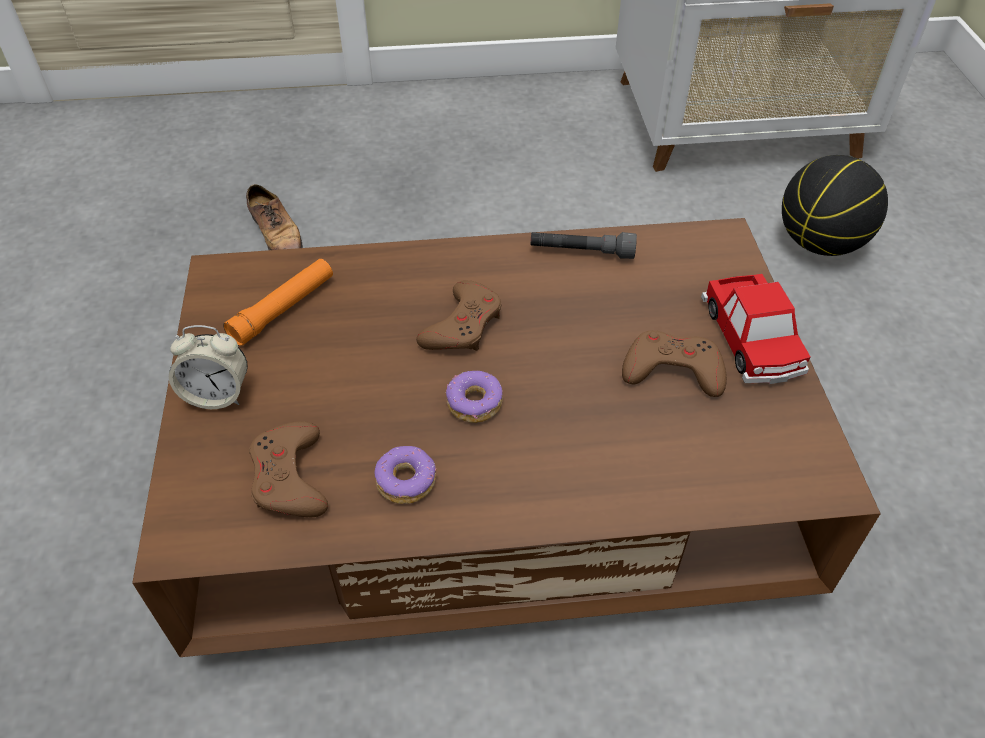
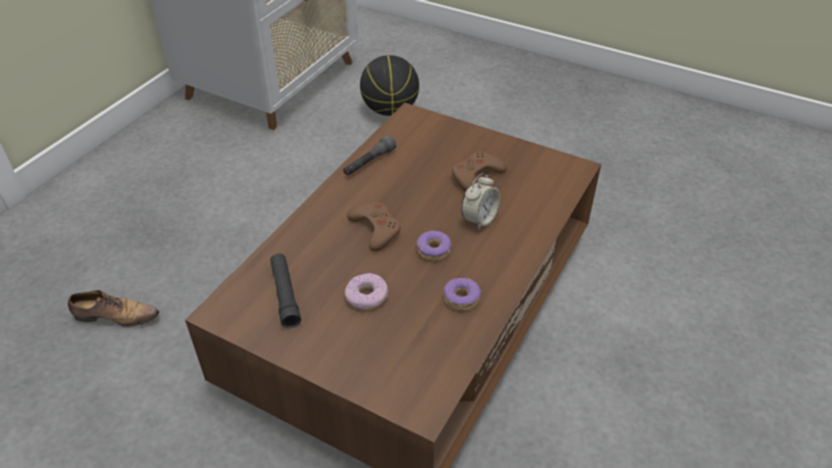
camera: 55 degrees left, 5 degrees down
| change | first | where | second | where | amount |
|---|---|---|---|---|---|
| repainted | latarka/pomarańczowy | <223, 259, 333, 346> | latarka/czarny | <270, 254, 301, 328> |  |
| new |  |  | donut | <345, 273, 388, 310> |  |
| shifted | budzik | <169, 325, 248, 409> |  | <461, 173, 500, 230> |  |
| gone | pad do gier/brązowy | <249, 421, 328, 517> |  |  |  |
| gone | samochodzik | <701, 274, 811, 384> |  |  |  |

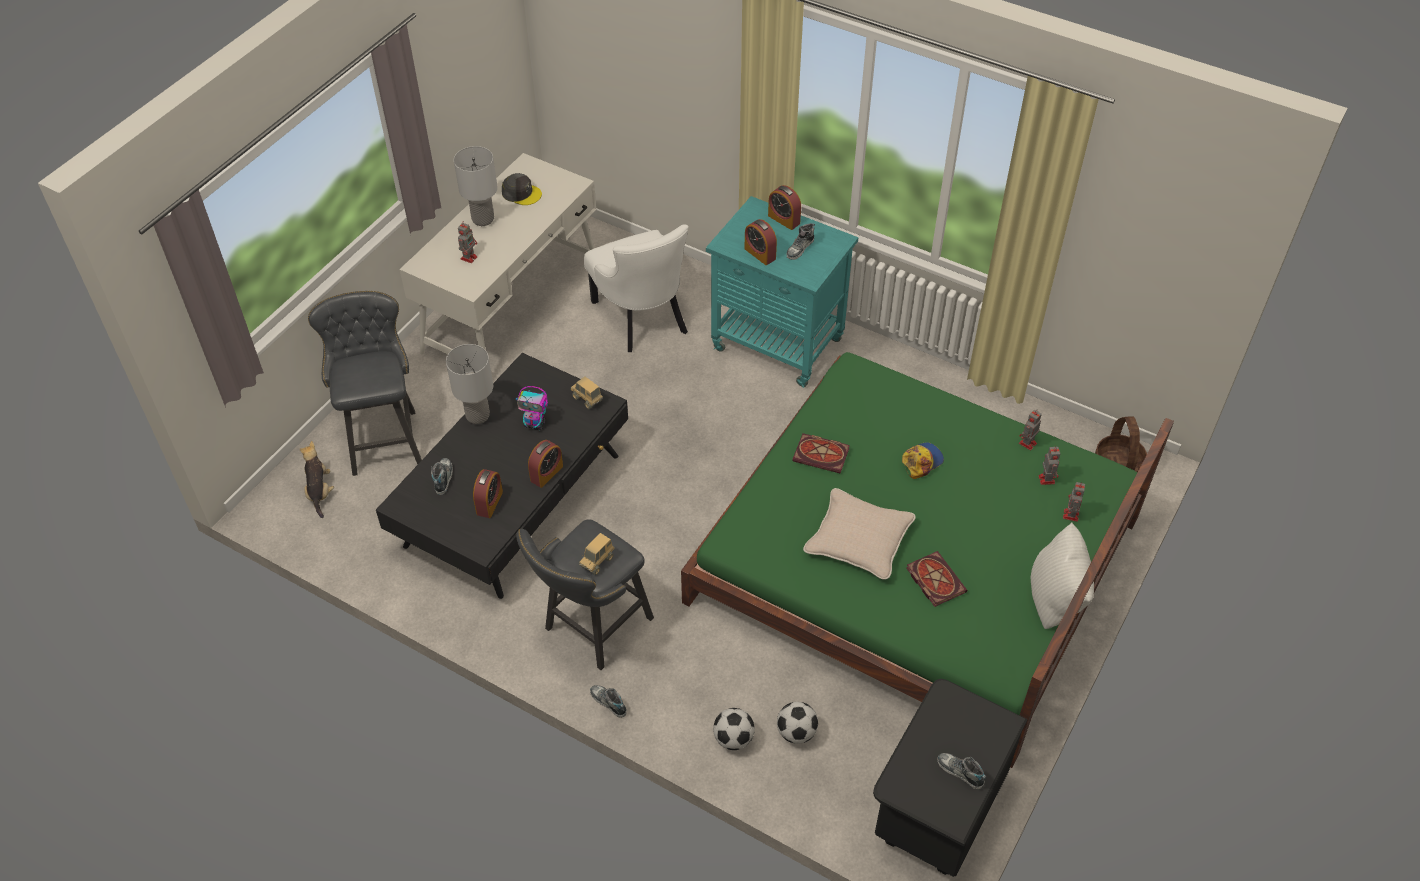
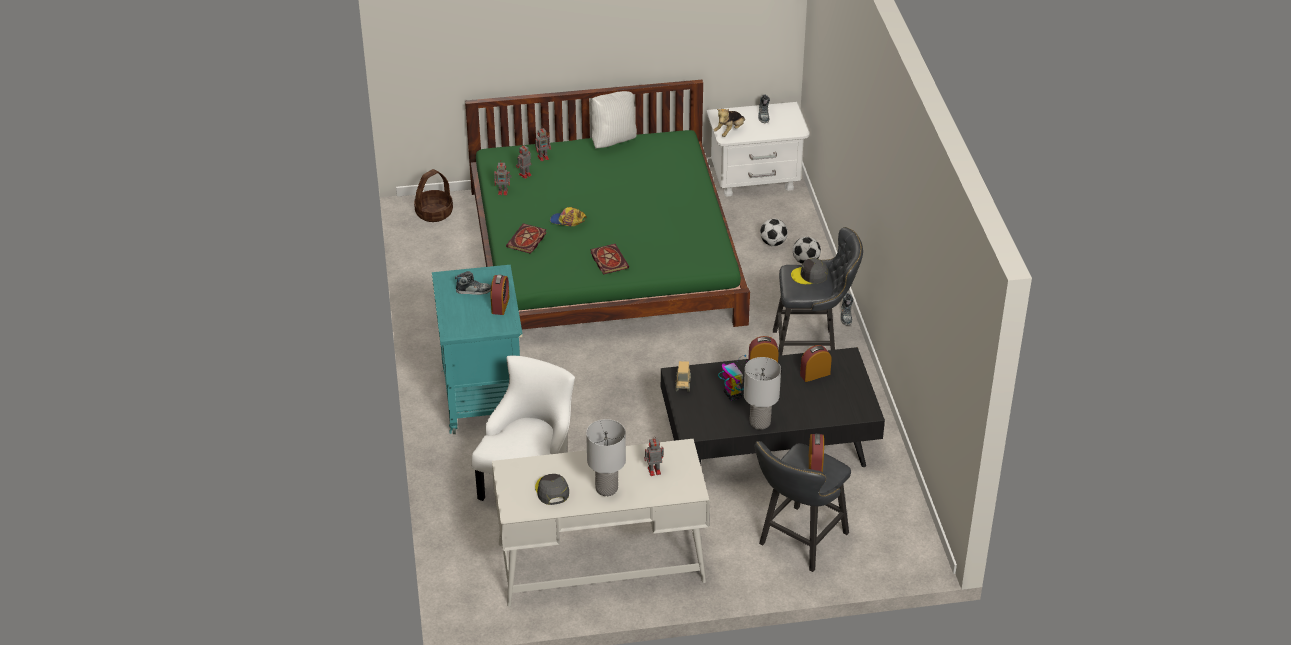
camera: 130 degrees left, 10 degrees down
| change | first | where | second | where | amount |
|---|---|---|---|---|---|
| shifted | książka | <906, 551, 967, 607> |  | <506, 223, 547, 254> |  |
| repainted | szafka nocna/czarny | <873, 679, 1028, 877> | szafka nocna/biały | <707, 102, 809, 197> |  |
| shifted | pluszak | <300, 441, 334, 518> |  | <714, 109, 745, 137> |  |
| swapped | ciężarówka zabawkowa | <579, 533, 615, 575> | czapka z daszkiem/szary | <791, 258, 827, 284> |  |
| shifted | budzik | <768, 185, 801, 230> |  | <809, 434, 824, 472> |  |
| gone | but | <431, 458, 453, 495> |  |  |  |
| gone | poduszka/beżowy | <803, 488, 916, 579> |  |  |  |

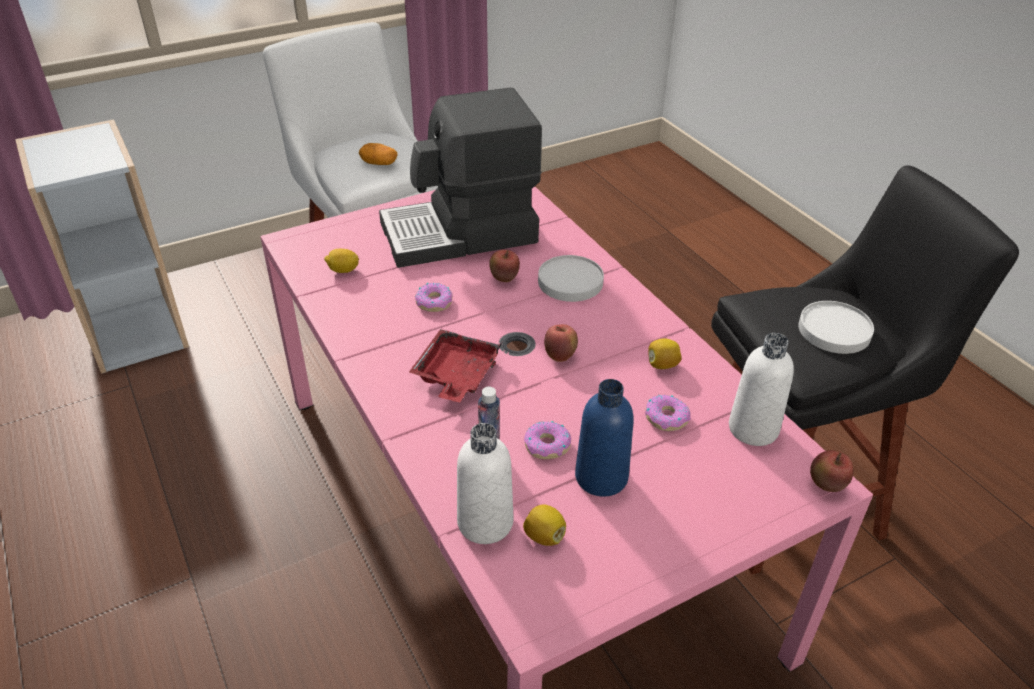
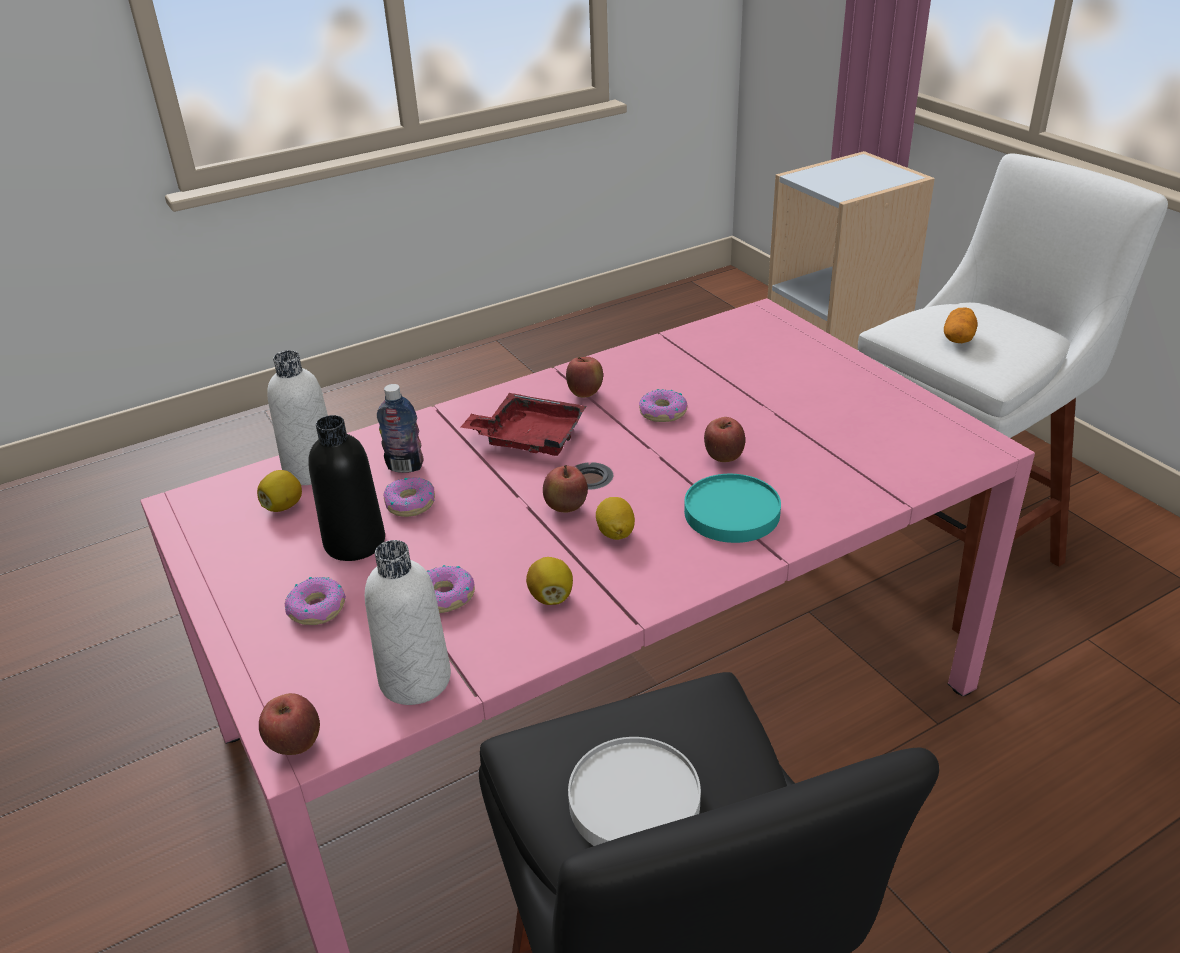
camera: 90 degrees right, 5 degrees down
| change | first | where | second | where | amount |
|---|---|---|---|---|---|
| new |  |  | donut | <285, 577, 346, 625> |  |
| repainted | butelka/niebieski | <575, 379, 634, 497> | butelka/czarny | <308, 415, 385, 561> |  |
| new |  |  | jabłko | <566, 357, 603, 398> |  |
| shifted | cytryna | <324, 249, 359, 273> |  | <596, 497, 635, 540> |  |
| repainted | talerz/biały | <538, 255, 604, 302> | talerz/turkusowy | <684, 474, 781, 543> |  |
| gone | ekspres do kawy | <379, 87, 542, 268> |  |  |  |

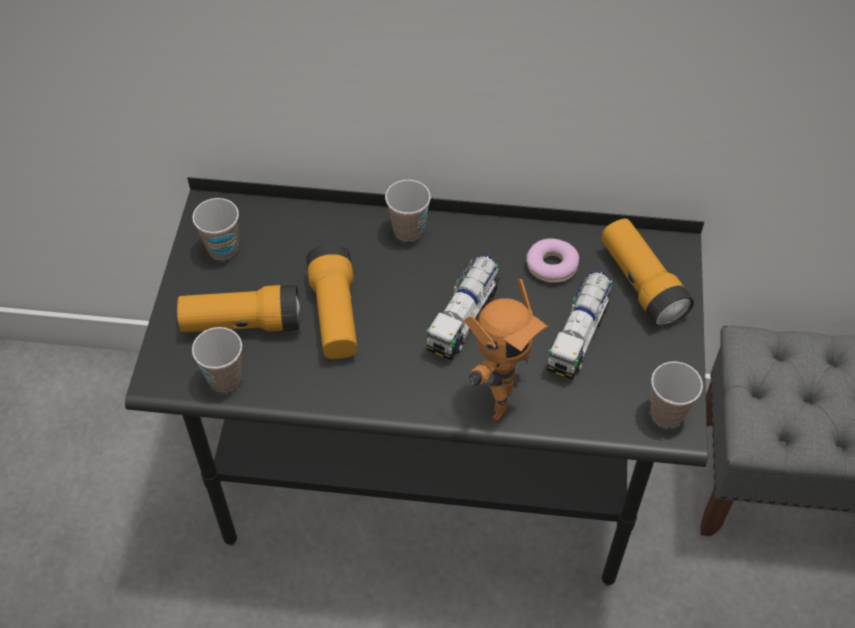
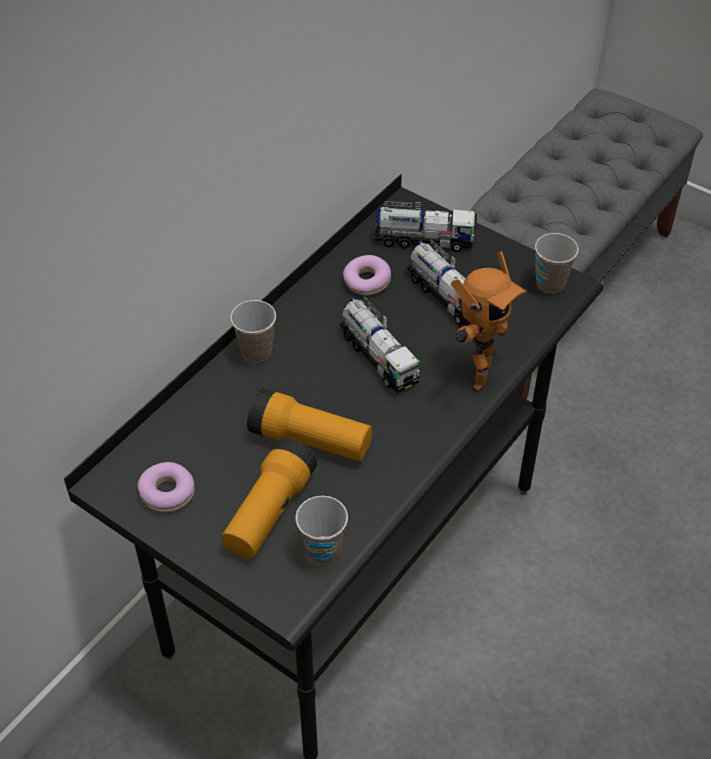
camera: 60 degrees left, 5 degrees down
| change | first | where | second | where | amount |
|---|---|---|---|---|---|
| swapped | filiżanka | <192, 198, 239, 260> | donut | <137, 462, 195, 512> |  |
| swapped | latarka | <601, 218, 694, 328> | ciężarówka zabawkowa | <374, 201, 477, 252> |  |
| rotated | robot zabawkowy | <464, 279, 548, 423> |  | <451, 251, 527, 393> | 60 degrees clockwise |

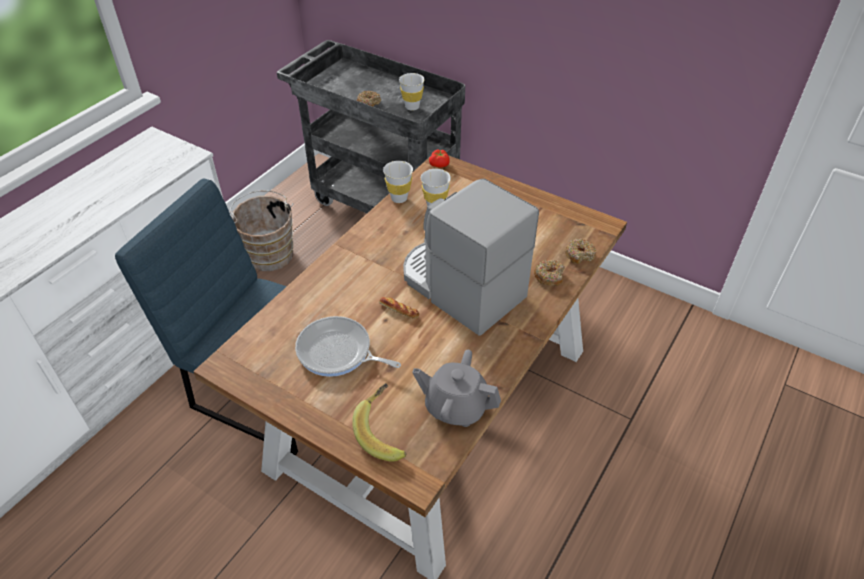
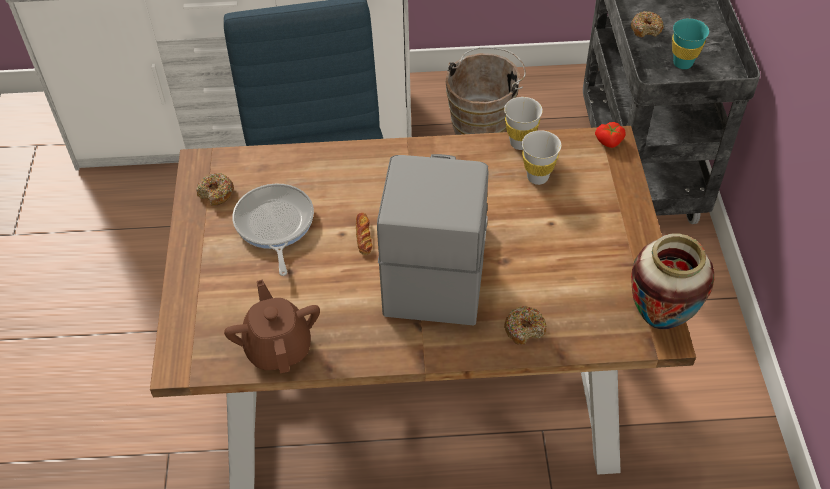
camera: 55 degrees right, 5 degrees up
| change | first | where | second | where | amount |
|---|---|---|---|---|---|
| shifted | donut | <565, 238, 596, 264> |  | <196, 173, 234, 206> |  |
| repainted | imbryk/szary | <412, 350, 501, 427> | imbryk/brązowy | <224, 279, 320, 373> |  |
| new |  |  | wazon | <631, 234, 714, 330> |  |
| repainted | filiżanka/biały | <399, 73, 425, 111> | filiżanka/turkusowy | <672, 19, 709, 69> |  |
| gone | banan | <352, 383, 407, 462> |  |  |  |

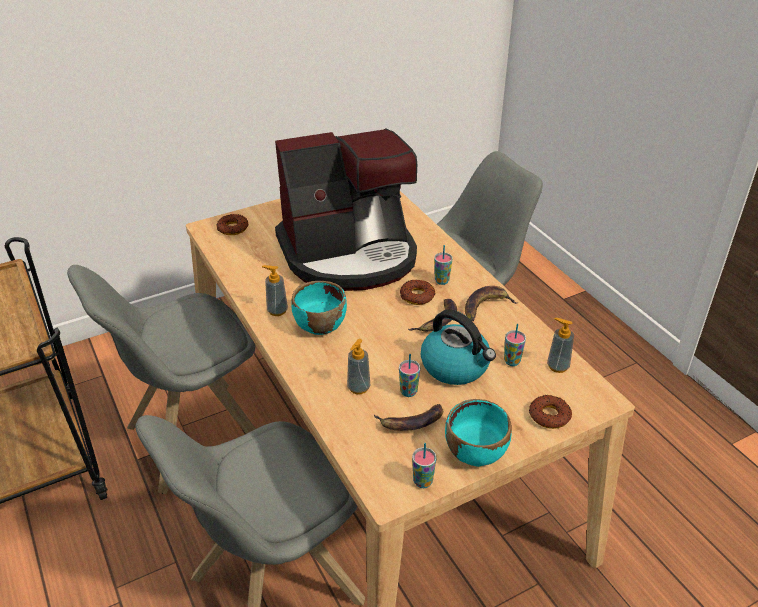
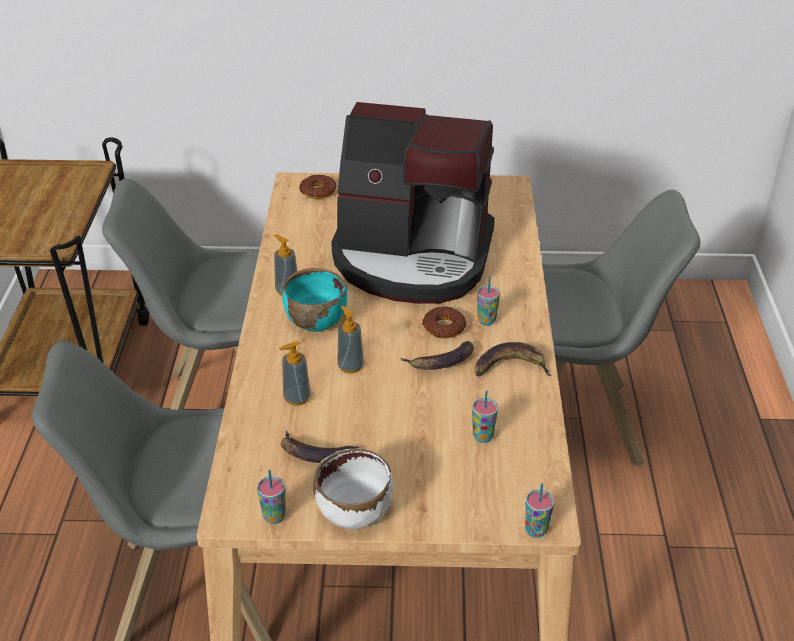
camera: 30 degrees right, 0 degrees up
| change | first | where | second | where | amount |
|---|---|---|---|---|---|
| repainted | miska/turkusowy | <445, 399, 512, 467> | miska/biały | <313, 448, 393, 530> |  |
| shifted | dozownik mydła | <547, 318, 574, 373> |  | <337, 306, 364, 374> |  |
| shifted | filiżanka | <399, 354, 420, 397> |  | <525, 483, 554, 538> |  |
| gone | czajnik | <421, 309, 496, 385> |  |  |  |
| gone | donut | <529, 395, 572, 429> |  |  |  |

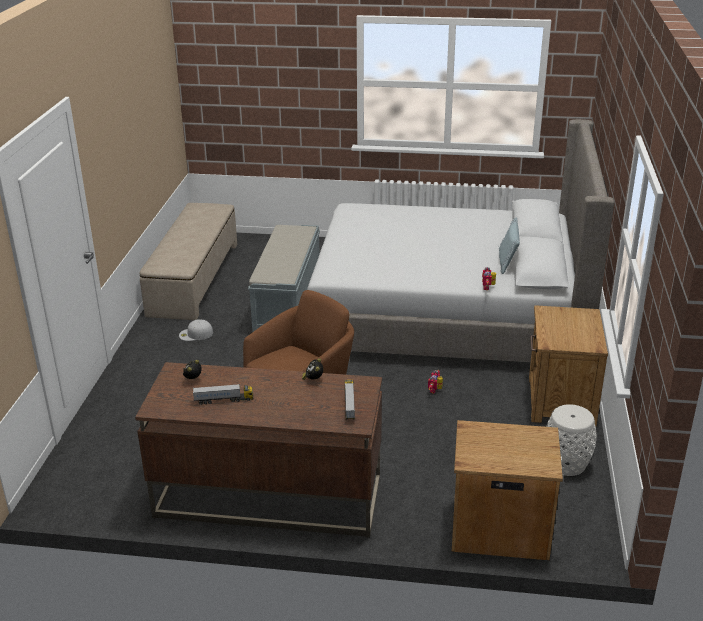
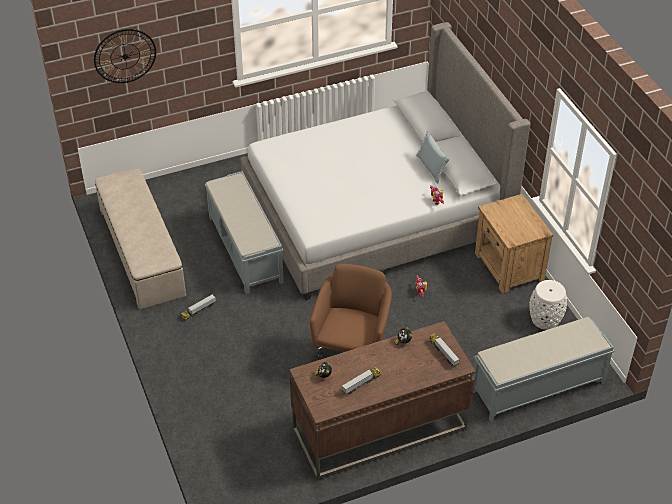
camera: 30 degrees left, 15 degrees up
| change | first | where | second | where | amount |
|---|---|---|---|---|---|
| new |  |  | zegar ścienny | <94, 29, 156, 83> |  |
| swapped | czapka z daszkiem/biały | <179, 319, 213, 341> | ciężarówka zabawkowa | <182, 294, 216, 321> |  |
| swapped | szafka nocna/brązowy | <452, 420, 563, 560> | ławka/szary | <473, 317, 614, 422> |  |

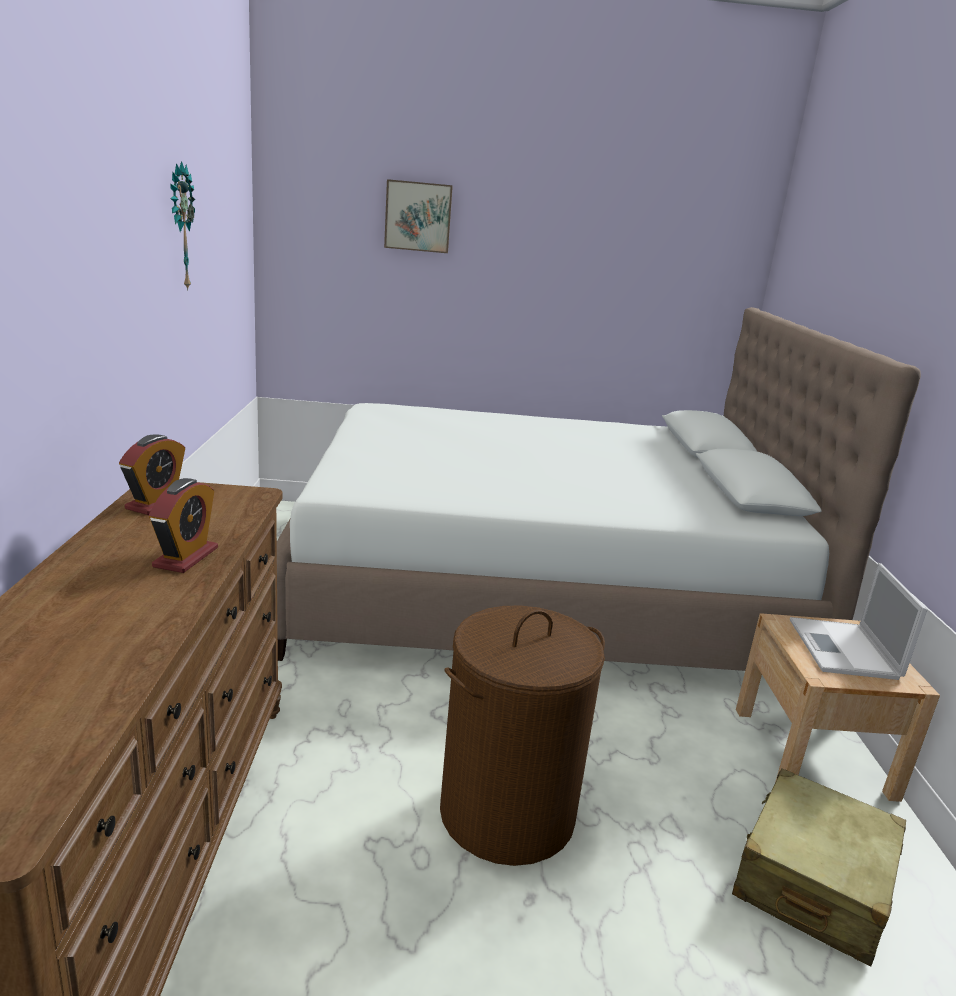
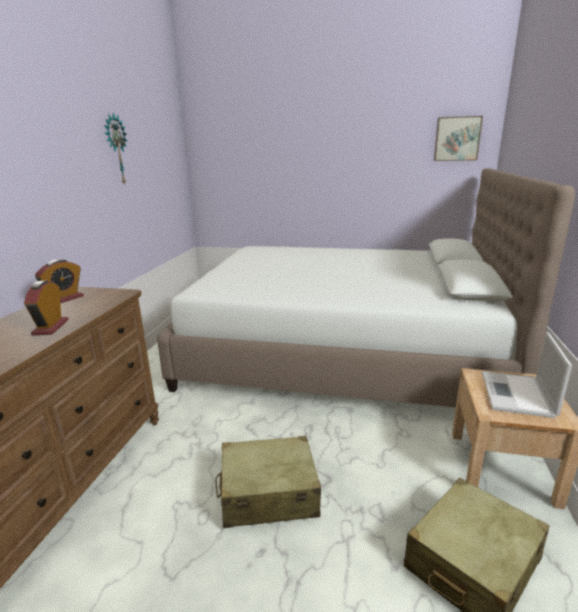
camera: 15 degrees right, 0 degrees up
| change | first | where | second | where | amount |
|---|---|---|---|---|---|
| rotated | budzik | <149, 478, 218, 573> |  | <24, 281, 69, 335> | 150 degrees clockwise |
| swapped | kosz na pranie/brązowy | <440, 605, 605, 866> | walizka/beżowy | <215, 436, 321, 528> |  |
| shifted | obraz | <384, 179, 453, 253> |  | <434, 116, 483, 161> |  |

